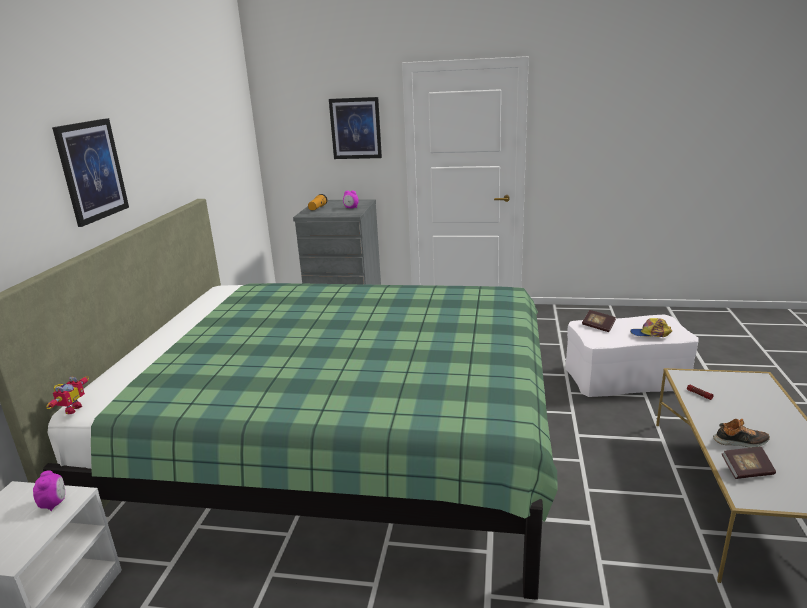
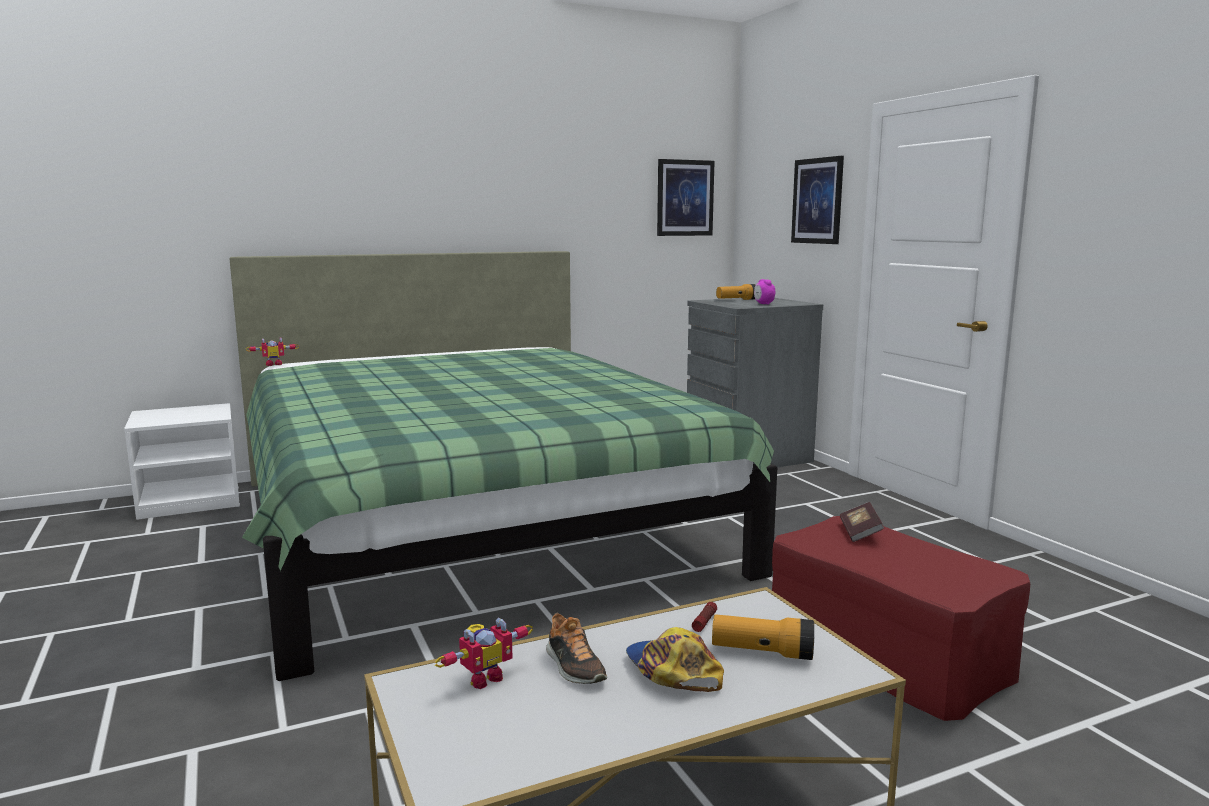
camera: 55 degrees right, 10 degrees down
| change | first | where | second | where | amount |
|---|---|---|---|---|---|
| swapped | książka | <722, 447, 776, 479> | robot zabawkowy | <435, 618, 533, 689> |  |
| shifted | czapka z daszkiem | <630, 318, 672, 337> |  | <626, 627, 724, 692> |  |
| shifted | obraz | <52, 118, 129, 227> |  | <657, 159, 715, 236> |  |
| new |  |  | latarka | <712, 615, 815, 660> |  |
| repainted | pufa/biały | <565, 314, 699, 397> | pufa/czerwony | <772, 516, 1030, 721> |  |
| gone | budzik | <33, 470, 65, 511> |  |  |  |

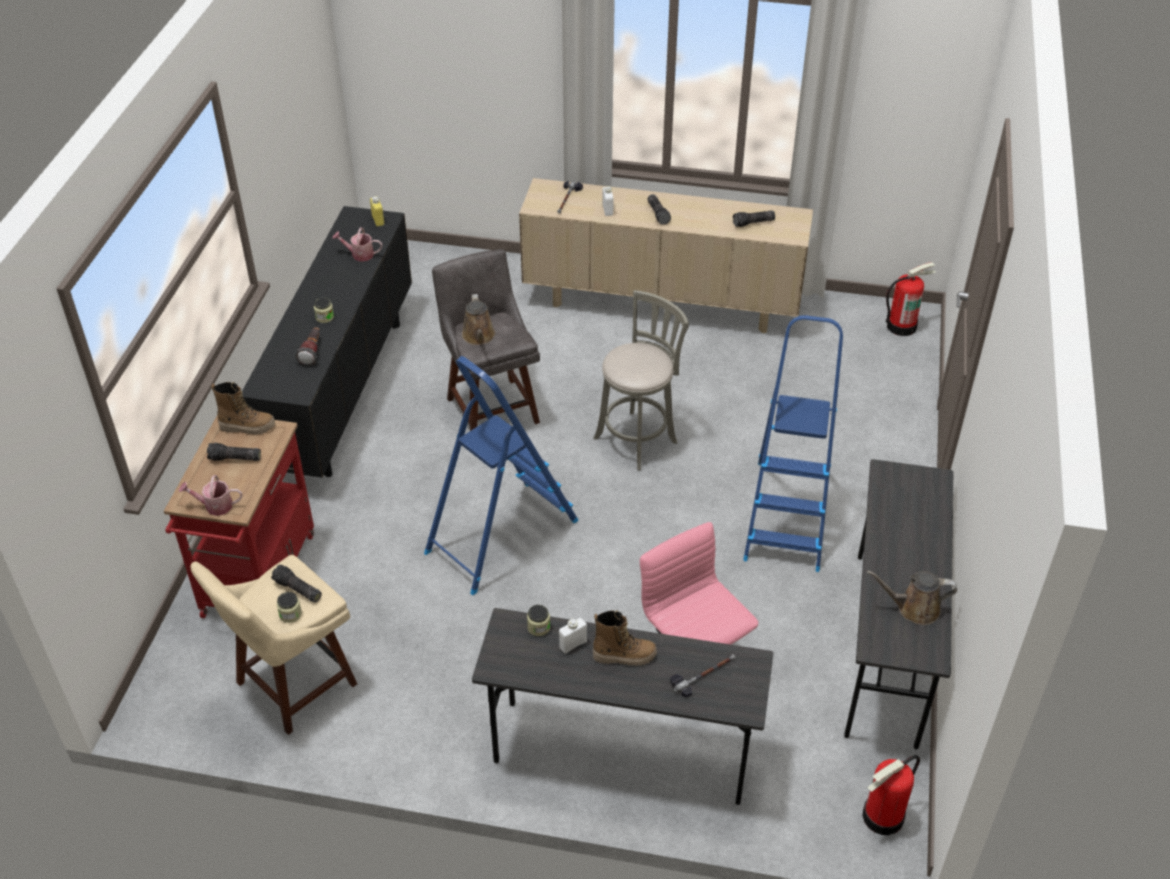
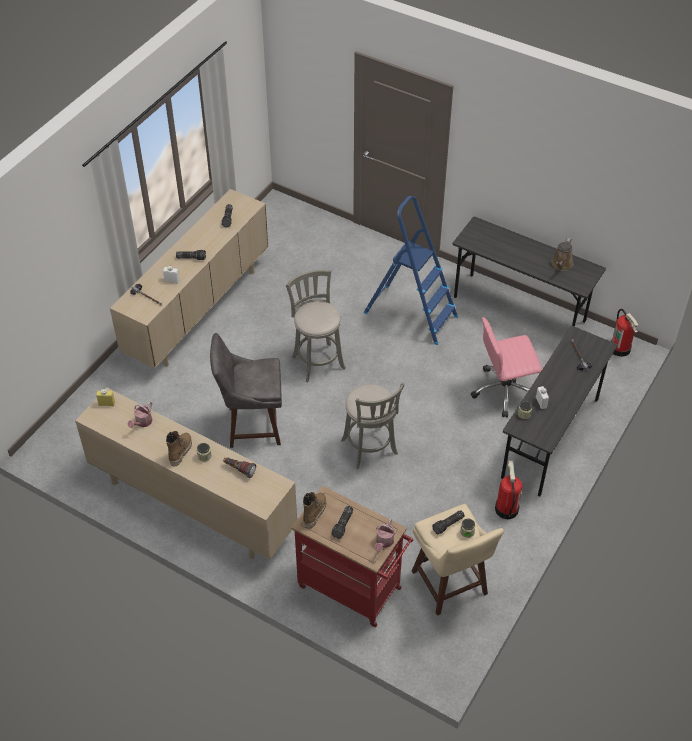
camera: 70 degrees left, 5 degrees up
| change | first | where | second | where | amount |
|---|---|---|---|---|---|
| repainted | szafka/czarny | <242, 206, 412, 478> | szafka/beżowy | <75, 388, 297, 560> |  |
| shifted | but z cholewką | <593, 610, 657, 666> |  | <166, 431, 192, 467> |  |
| swapped | drabinka/niebieski | <424, 356, 578, 595> | stołek/szary | <341, 383, 405, 469> |  |
| shifted | gaśnica | <886, 262, 936, 336> |  | <495, 461, 522, 519> |  |
| gone | konewka/brązowy | <462, 294, 495, 345> |  |  |  |

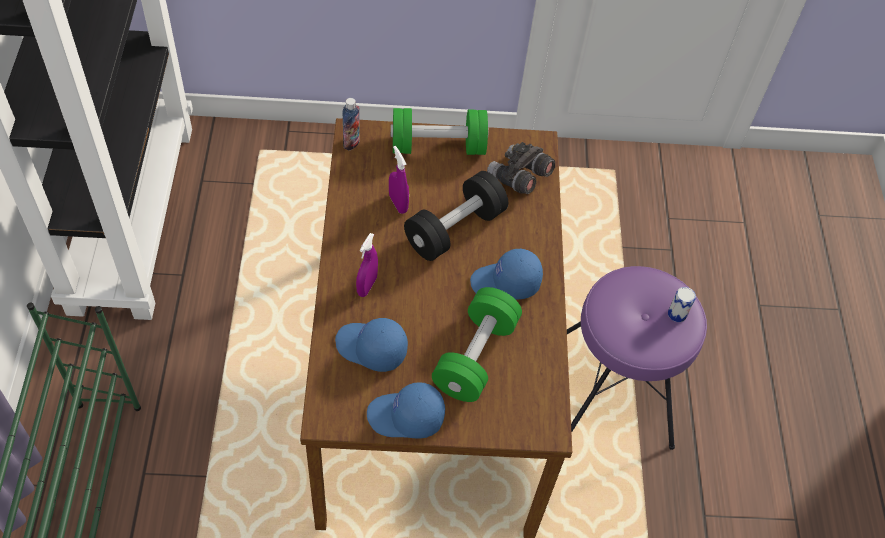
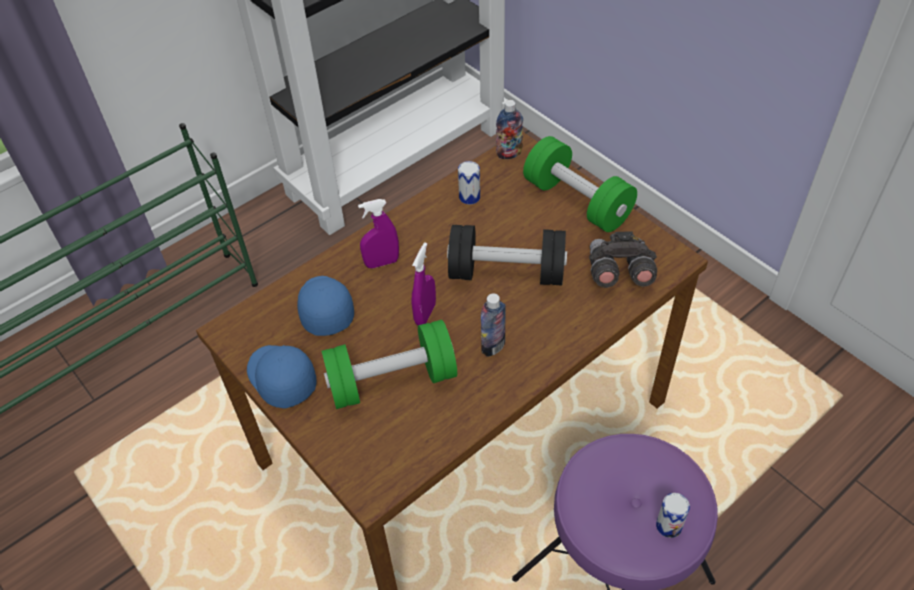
camera: 55 degrees right, 5 degrees down
| change | first | where | second | where | amount |
|---|---|---|---|---|---|
| shifted | spryskiwacz/fioletowy | <389, 146, 409, 214> |  | <412, 242, 436, 325> |  |
| new |  |  | puszka | <458, 161, 480, 204> |  |
| swapped | czapka z daszkiem/niebieski | <470, 248, 543, 300> | butelka | <481, 293, 506, 357> |  |

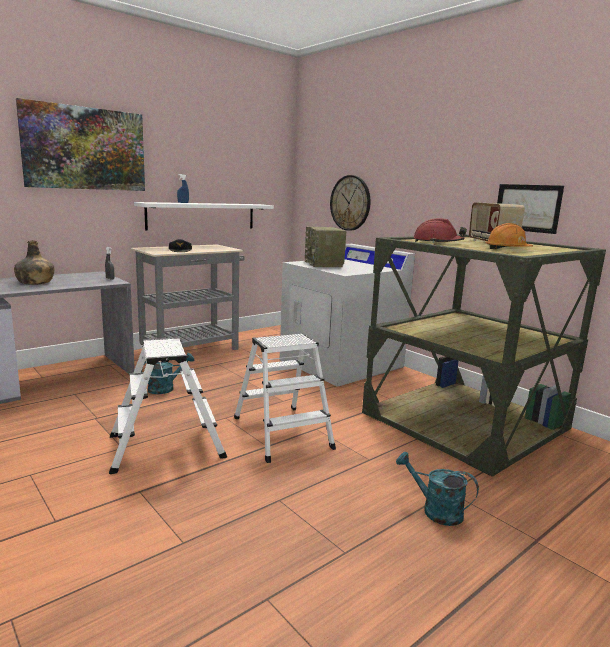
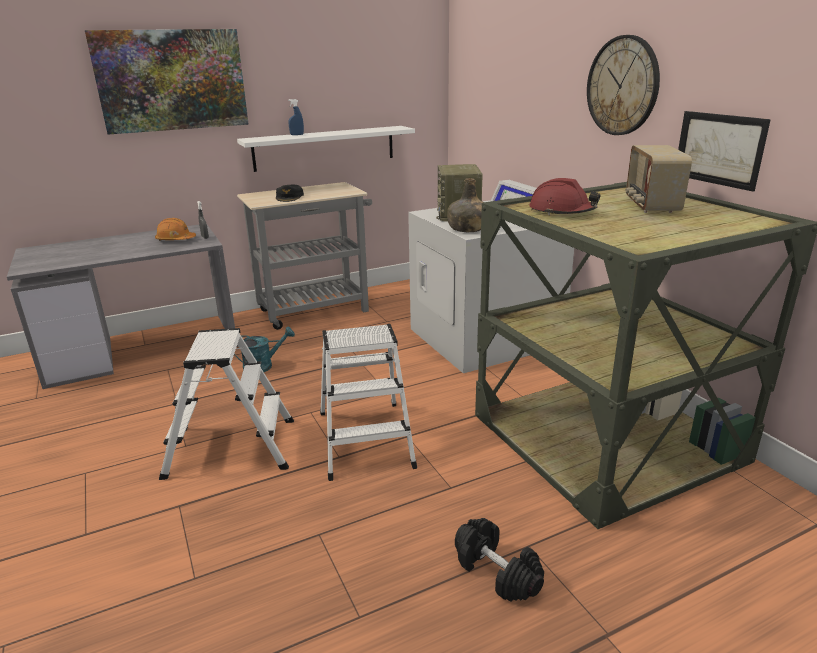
camera: 15 degrees right, 10 degrees up
| change | first | where | second | where | amount |
|---|---|---|---|---|---|
| shifted | kask/pomarańczowy | <485, 223, 533, 249> |  | <155, 218, 196, 241> |  |
| shifted | butelka/zielony | <14, 240, 54, 285> |  | <447, 178, 483, 232> |  |
| swapped | konewka/turkusowy | <396, 452, 479, 526> | hantel/czarny | <455, 518, 544, 602> |  |
| shifted | zegar ścienny | <330, 175, 371, 231> |  | <587, 35, 660, 135> |  |

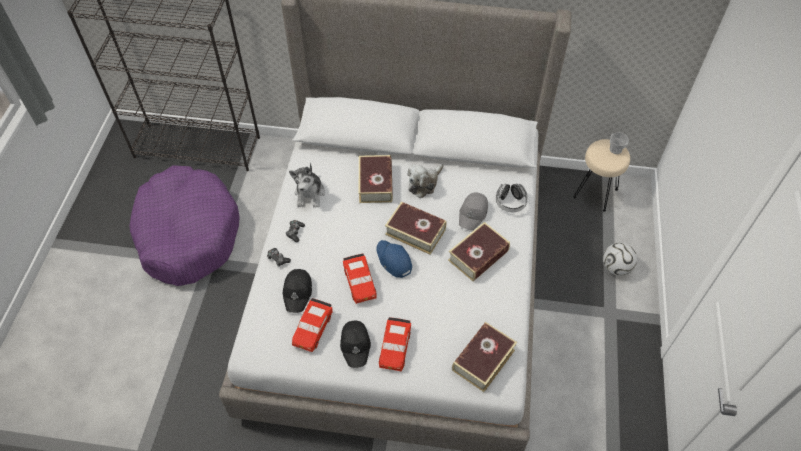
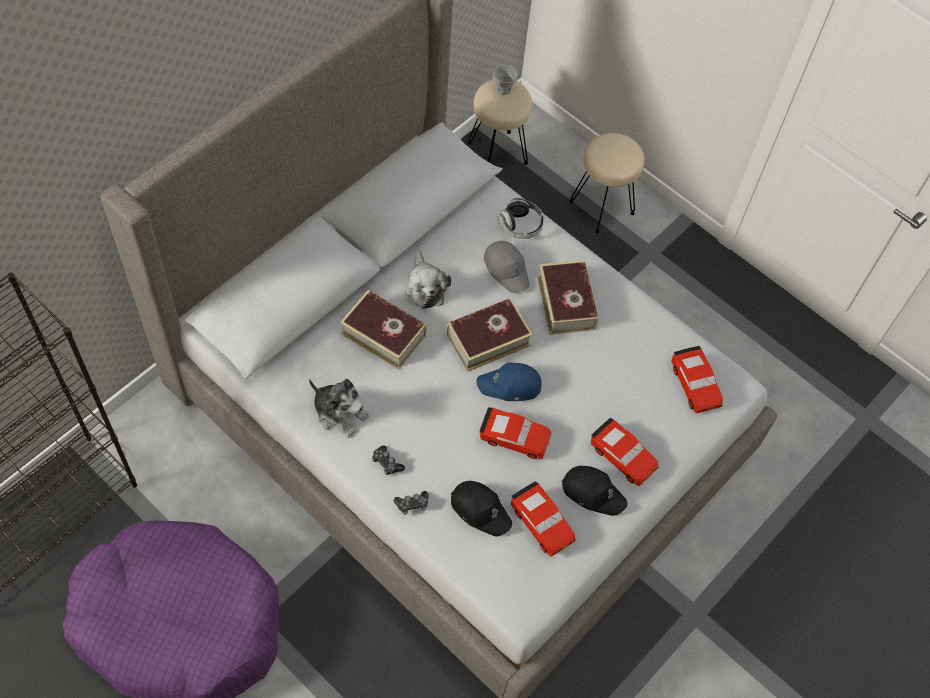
camera: 60 degrees left, 5 degrees up
| change | first | where | second | where | amount |
|---|---|---|---|---|---|
| swapped | piłka futbolowa | <603, 243, 637, 276> | stołek/beżowy | <569, 133, 644, 233> |  |
| swapped | książka | <452, 322, 517, 392> | samochodzik/czerwony | <671, 346, 723, 414> |  |

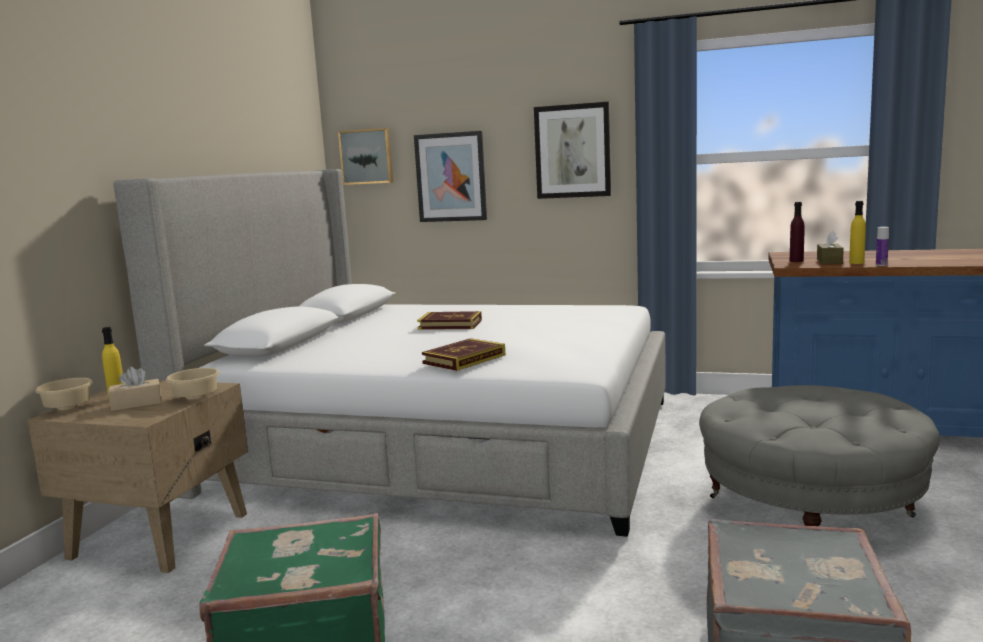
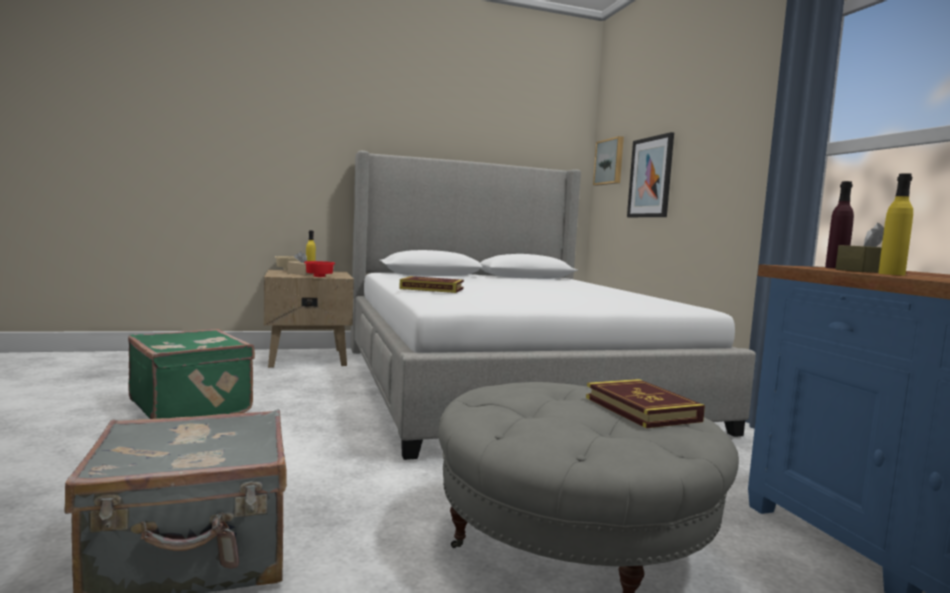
camera: 55 degrees right, 5 degrees down
| change | first | where | second | where | amount |
|---|---|---|---|---|---|
| repainted | miska/beżowy | <166, 368, 220, 400> | miska/czerwony | <304, 261, 335, 277> |  |
| shifted | książka | <417, 311, 482, 330> |  | <586, 379, 705, 428> |  |
| gone | obraz | <534, 102, 611, 199> |  |  |  |
| gone | butelka | <876, 227, 889, 266> |  |  |  |

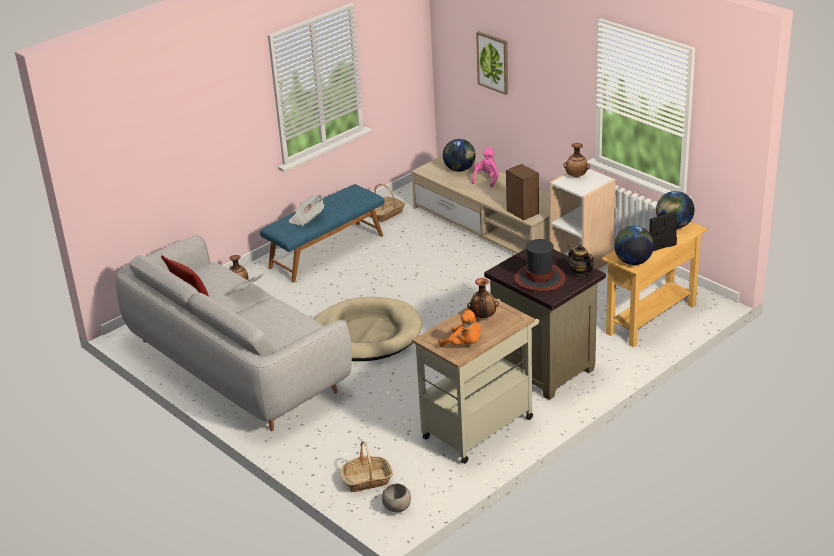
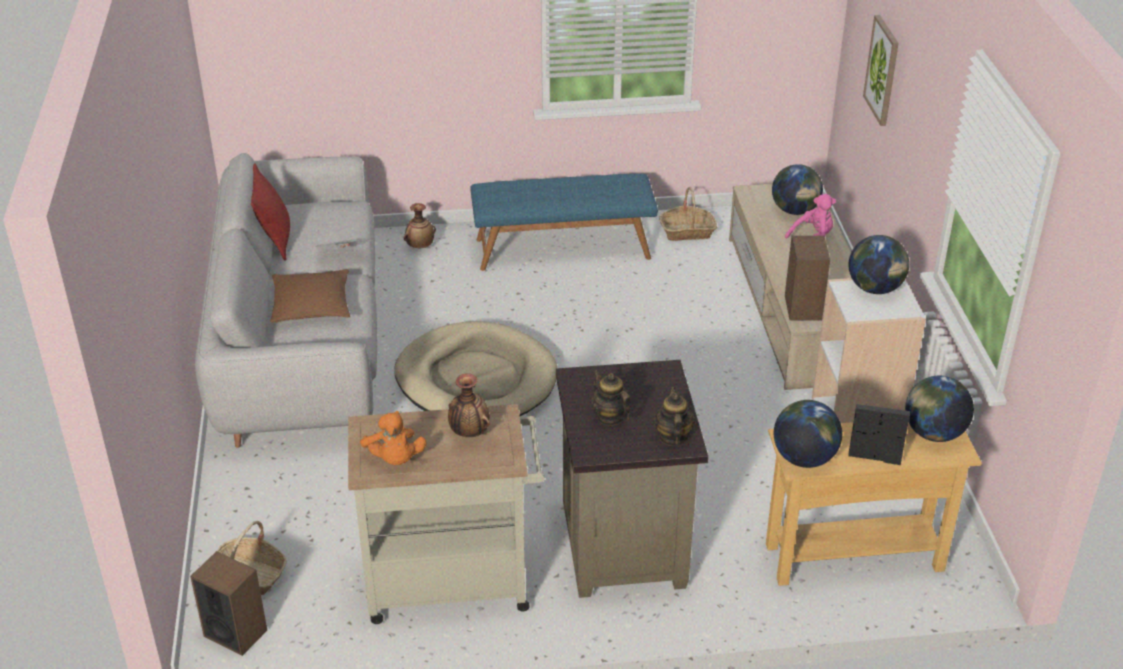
camera: 35 degrees right, 5 degrees up
| change | first | where | second | where | amount |
|---|---|---|---|---|---|
| swapped | miska/szary | <382, 484, 411, 513> | głośnik | <190, 551, 267, 656> |  |
| new |  |  | poduszka/brązowy | <270, 269, 350, 323> |  |
| swapped | kapelusz | <514, 239, 566, 292> | imbryk | <592, 370, 630, 426> |  |
| swapped | wazon | <563, 143, 590, 177> | globus | <849, 235, 909, 294> |  |
| gone | gazeta | <289, 195, 324, 226> |  |  |  |

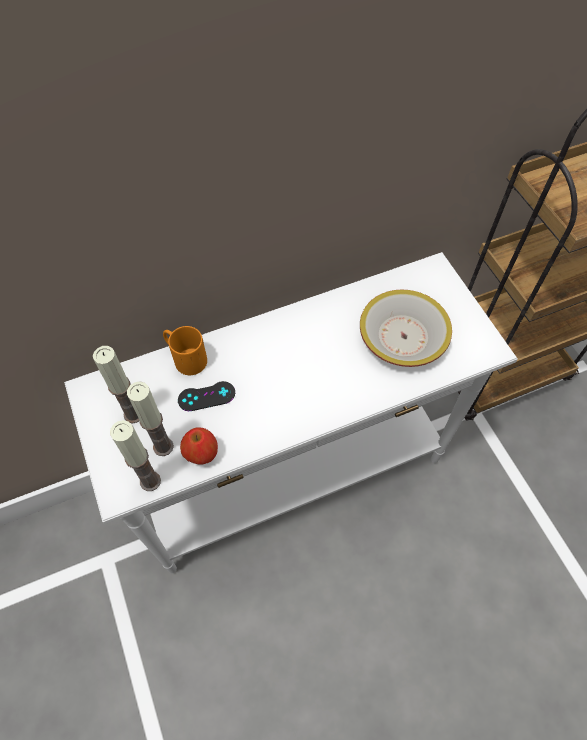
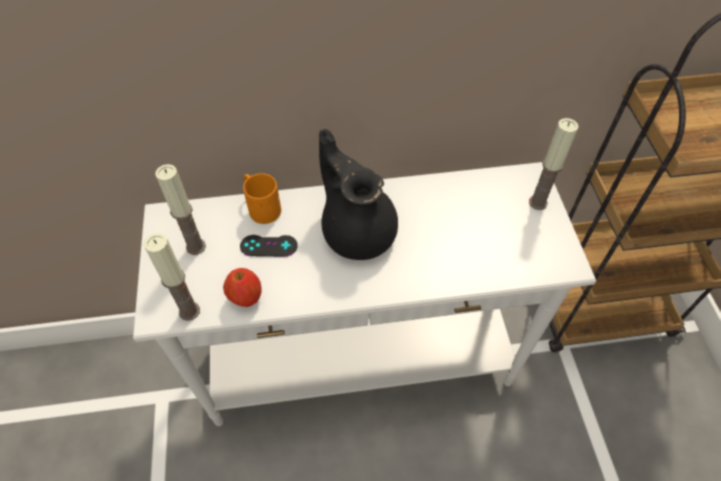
camera: 15 degrees right, 5 degrees down
| change | first | where | second | where | amount |
|---|---|---|---|---|---|
| new |  |  | imbryk/czarny | <319, 129, 398, 260> |  |
| shifted | świeca | <127, 381, 174, 456> |  | <529, 118, 579, 210> |  |
| gone | miska | <360, 290, 452, 367> |  |  |  |

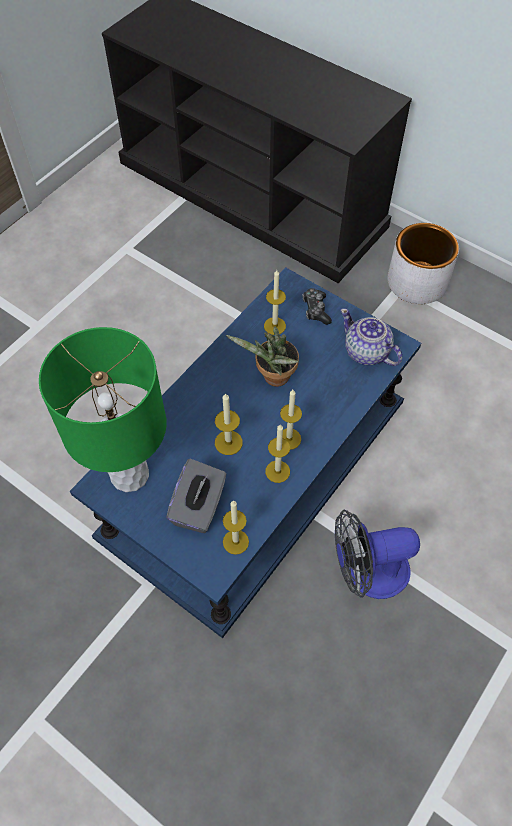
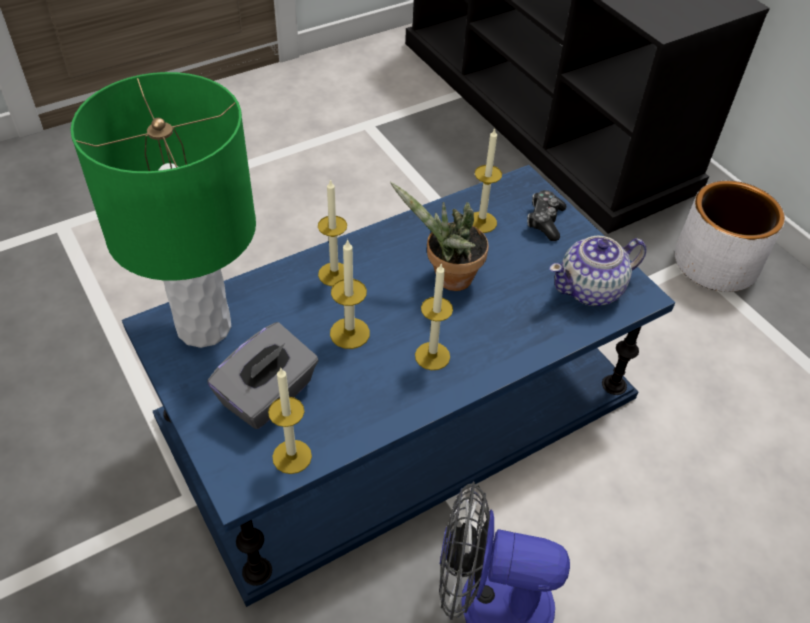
camera: 20 degrees right, 10 degrees down
| change | first | where | second | where | amount |
|---|---|---|---|---|---|
| shifted | świeca | <265, 424, 290, 483> |  | <318, 179, 347, 286> |  |
| rotated | imbryk | <340, 308, 402, 366> |  | <549, 235, 646, 306> | 90 degrees counterclockwise |

